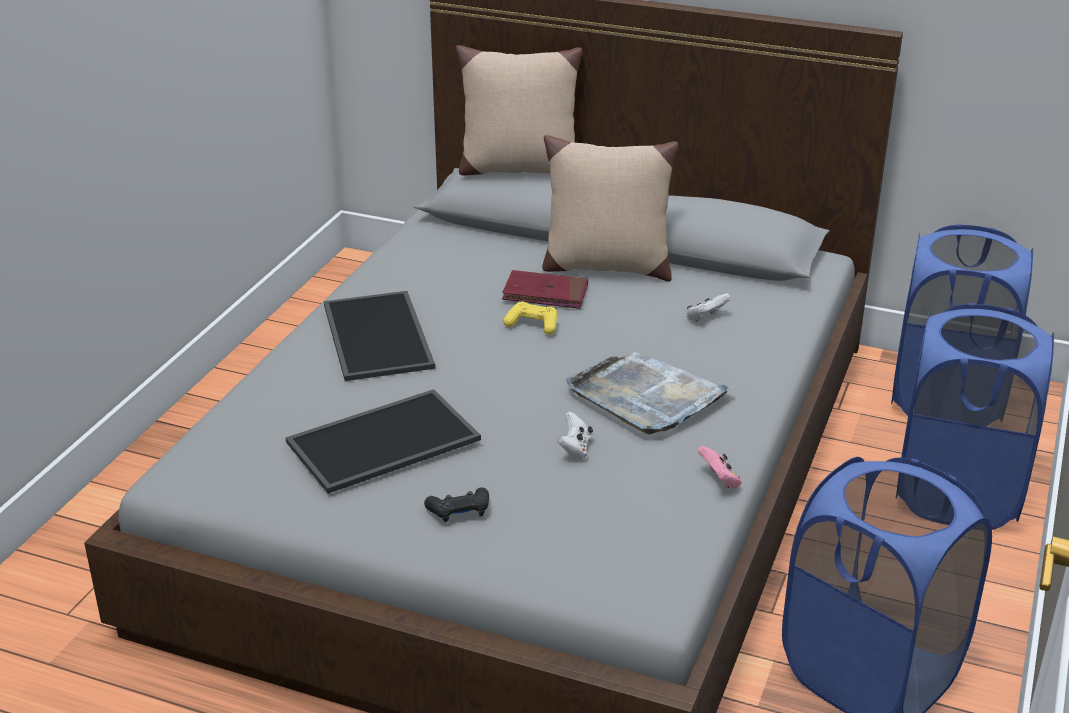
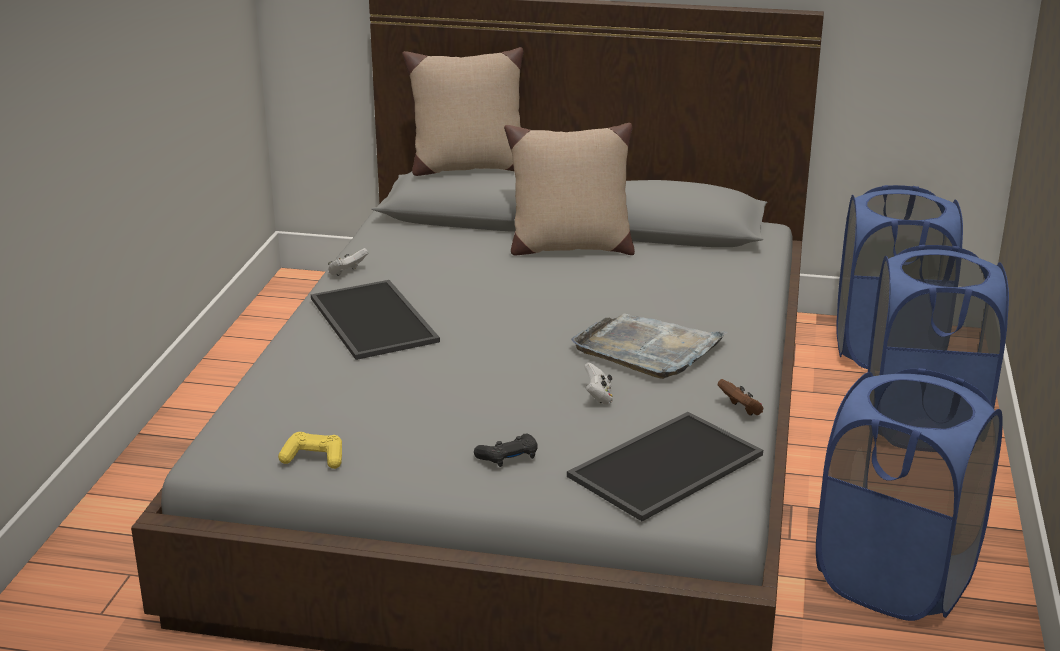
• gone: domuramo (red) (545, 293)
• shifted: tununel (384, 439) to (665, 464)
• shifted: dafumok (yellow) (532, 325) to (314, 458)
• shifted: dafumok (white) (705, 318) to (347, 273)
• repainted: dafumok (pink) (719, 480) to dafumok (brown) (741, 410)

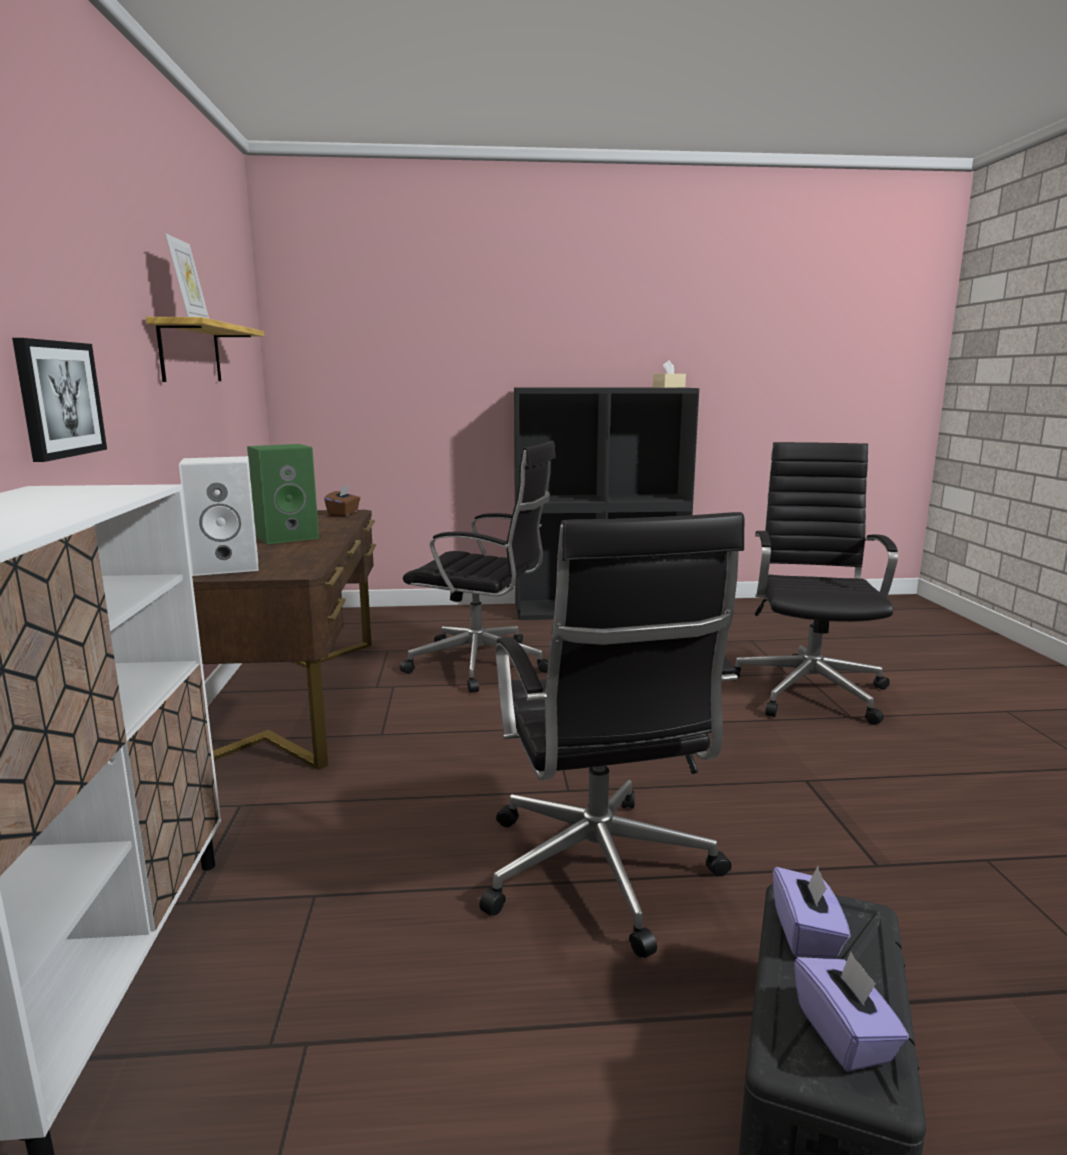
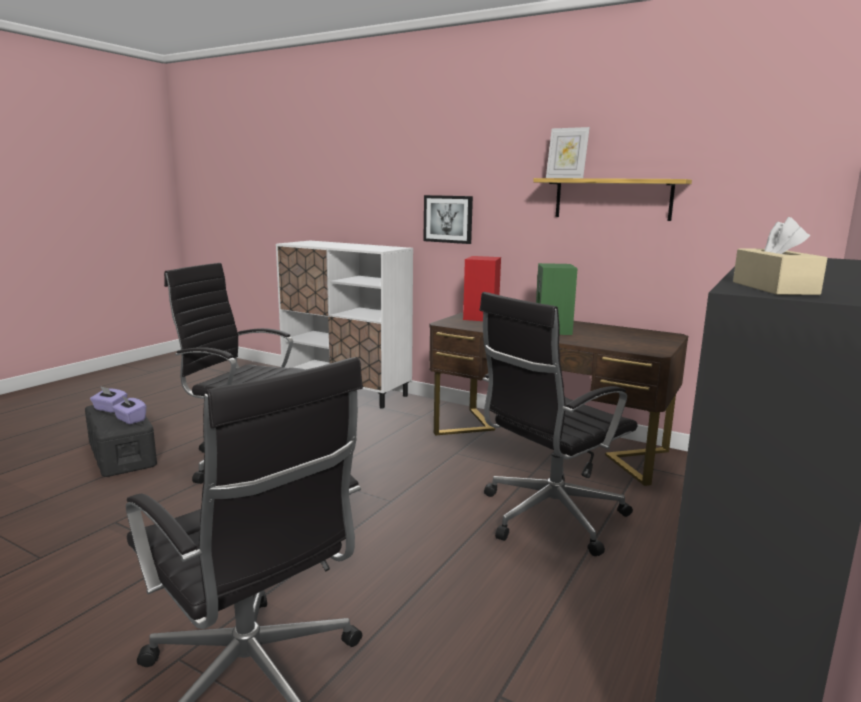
• gone: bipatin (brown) (343, 514)
• repainted: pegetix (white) (228, 566) to pegetix (red) (481, 317)

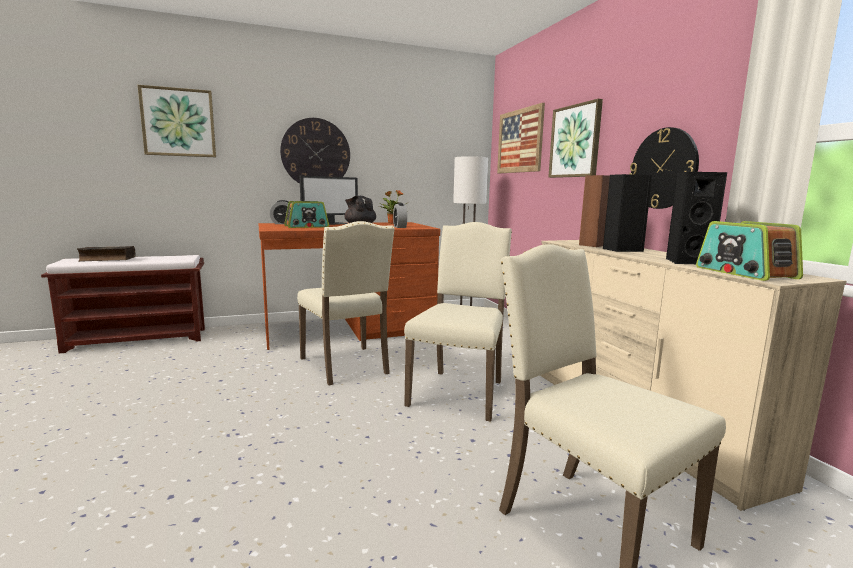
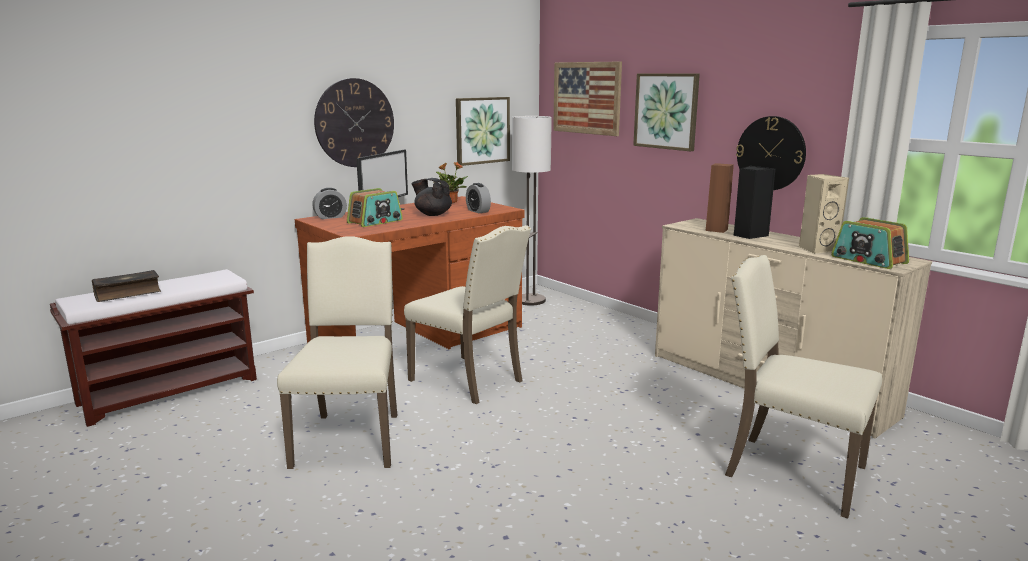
• shifted: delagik (178, 122) to (482, 130)
• shifted: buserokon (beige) (459, 392) to (350, 438)
• repainted: pegetix (black) (686, 262) to pegetix (beige) (817, 249)

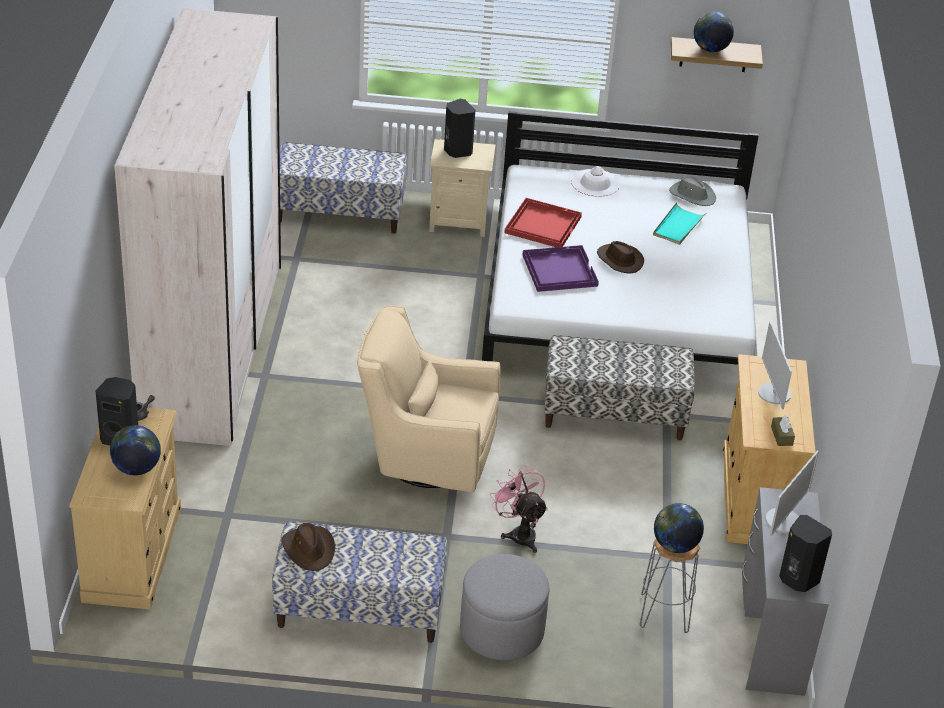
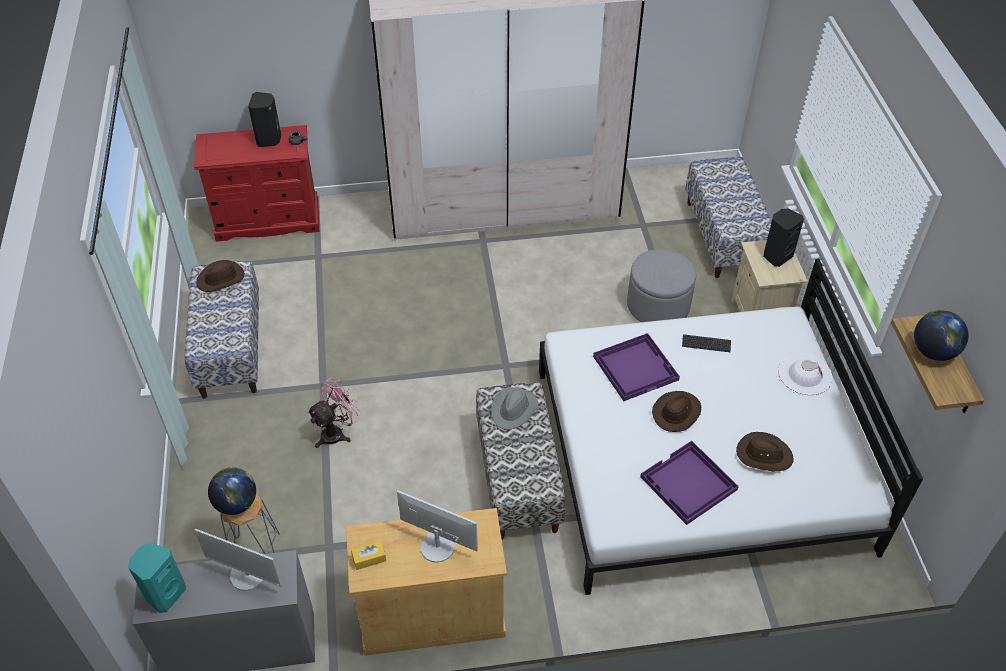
• gone: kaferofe (136, 469)
• gone: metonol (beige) (425, 456)
• new: tununel (purple) (688, 484)
• shifted: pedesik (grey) (501, 630) to (658, 306)
• shifted: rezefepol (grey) (692, 195) to (514, 409)
• swapped: tununel (red) (542, 224) to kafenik (706, 344)
• swapped: tununel (turquoise) (678, 226) to rezefepol (brown) (763, 455)
• repainted: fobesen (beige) (133, 554) to fobesen (red) (268, 220)
• repainted: bipatin (brown) (781, 436) to bipatin (yellow) (369, 558)
• repainted: pegetix (black) (797, 579) to pegetix (turquoise) (165, 593)
• rotated: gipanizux (773, 394) = (437, 546) 45 degrees clockwise

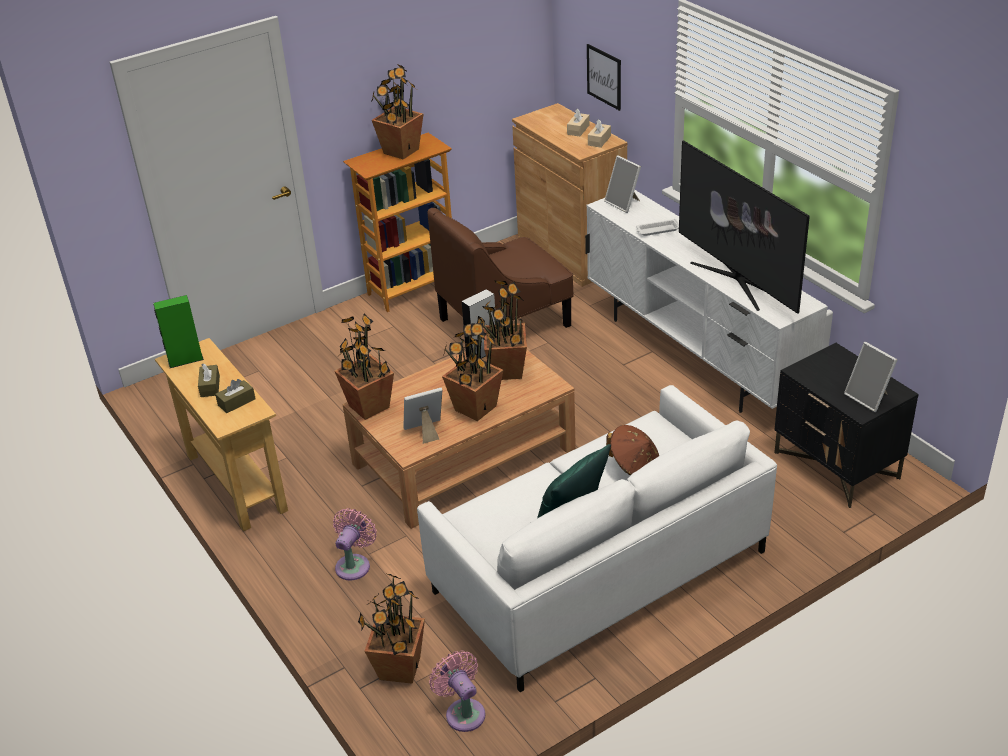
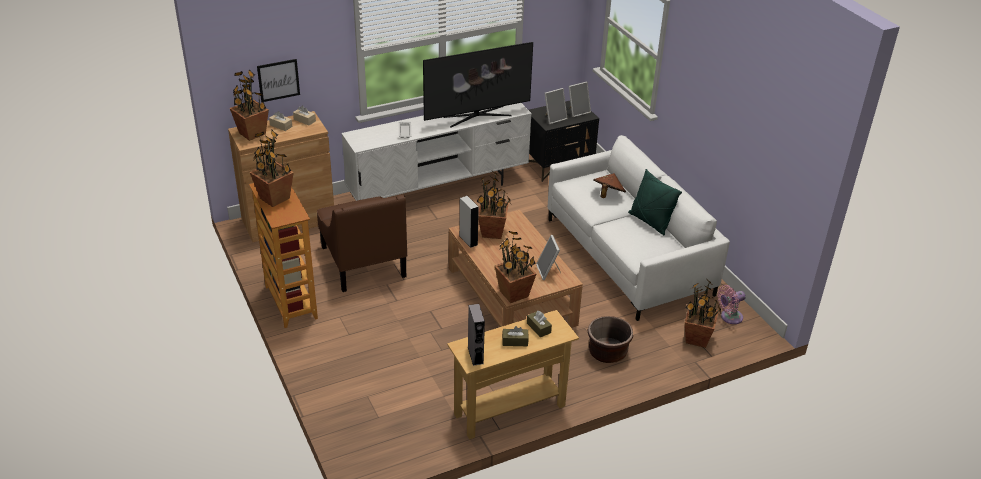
• shifted: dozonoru (474, 408) to (252, 134)
• shifted: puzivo (624, 203) to (554, 118)
• swapped: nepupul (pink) (354, 564) to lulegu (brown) (607, 352)
• repainted: pegetix (green) (185, 360) to pegetix (grey) (475, 355)

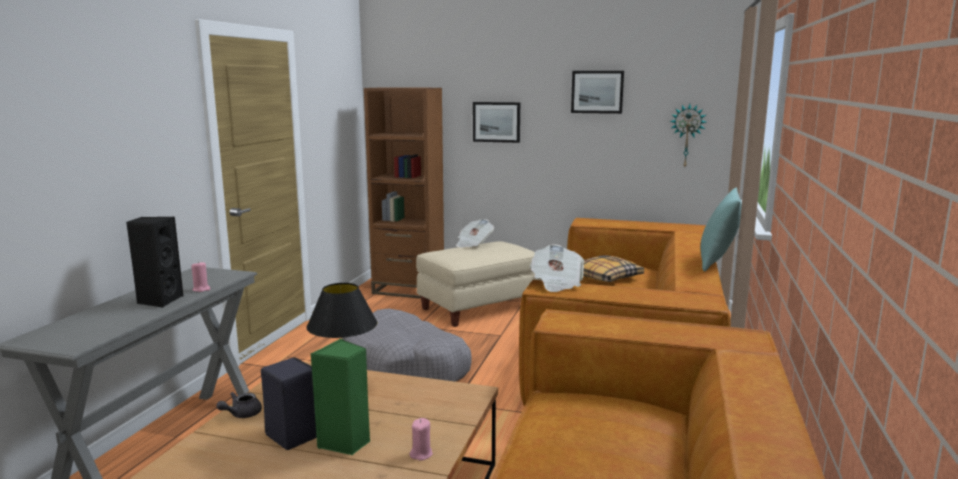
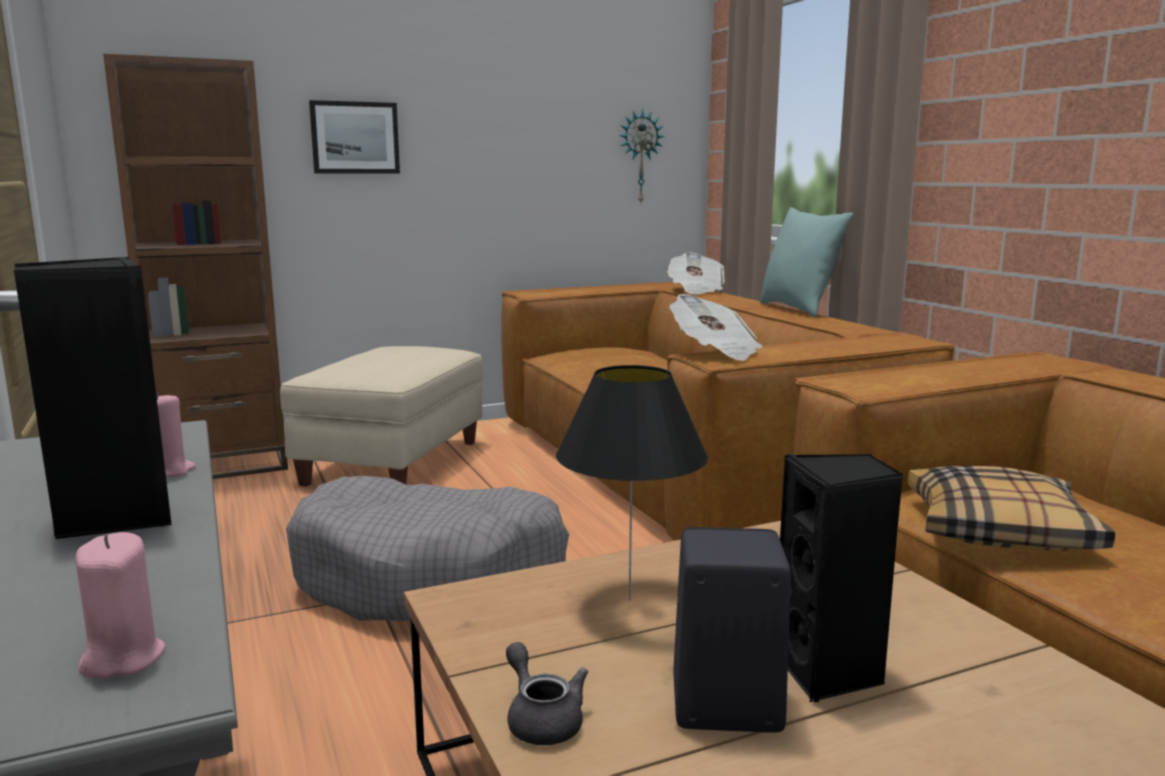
• gone: delagik (597, 92)
• shifted: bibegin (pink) (421, 454) to (122, 659)
• shifted: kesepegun (473, 244) to (695, 290)
• shifted: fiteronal (605, 277) to (998, 531)
• repainted: pegetix (green) (345, 443) to pegetix (black) (829, 673)
• rotated: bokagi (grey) (241, 414) = (541, 719) 150 degrees clockwise

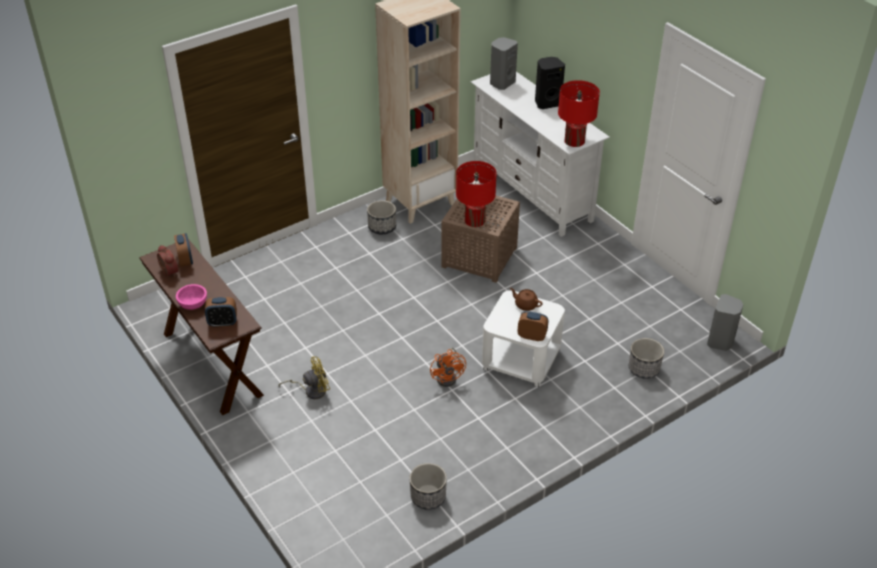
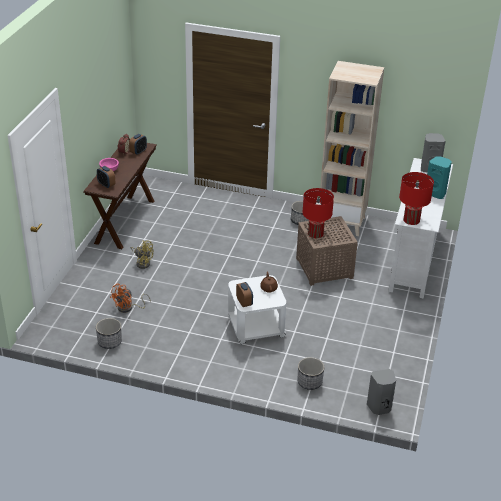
• shifted: nepupul (orange) (449, 377) to (128, 308)
• repainted: pegetix (black) (547, 103) to pegetix (turquoise) (435, 193)

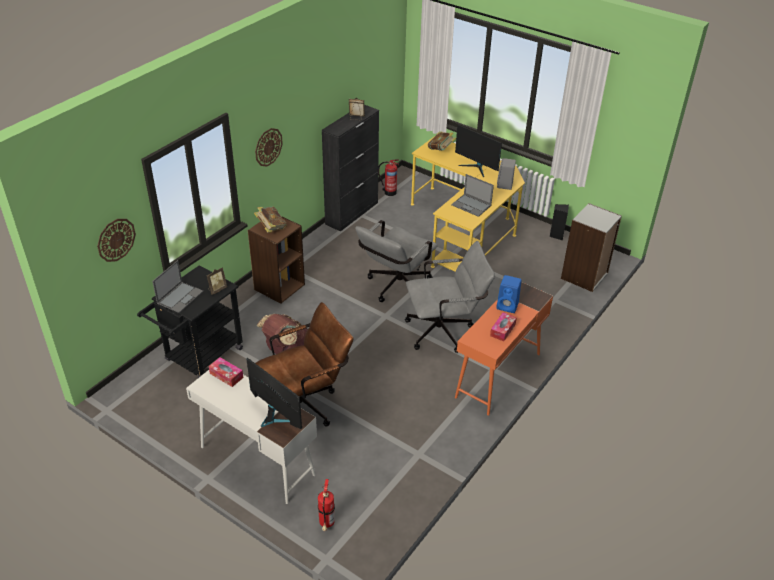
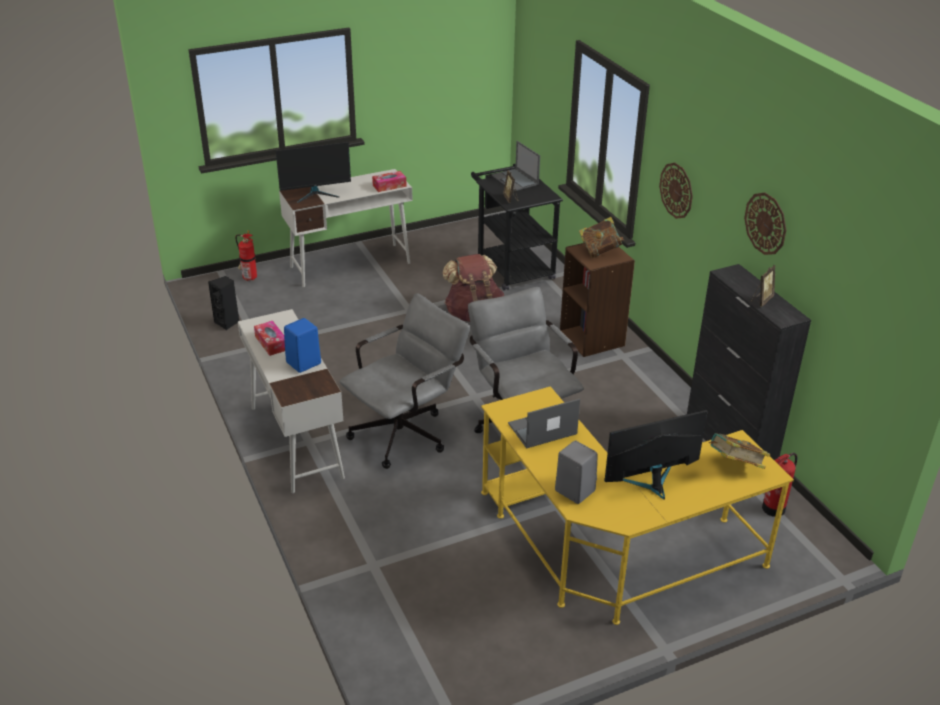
• gone: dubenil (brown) (306, 404)
• gone: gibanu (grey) (584, 276)
• shifted: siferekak (116, 239) to (766, 223)
• shifted: pegetix (black) (556, 235) to (227, 323)
• repainted: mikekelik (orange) (498, 375) to mikekelik (white) (296, 441)
• rotated: dubenil (grey) (445, 331) = (406, 432) 150 degrees counterclockwise

